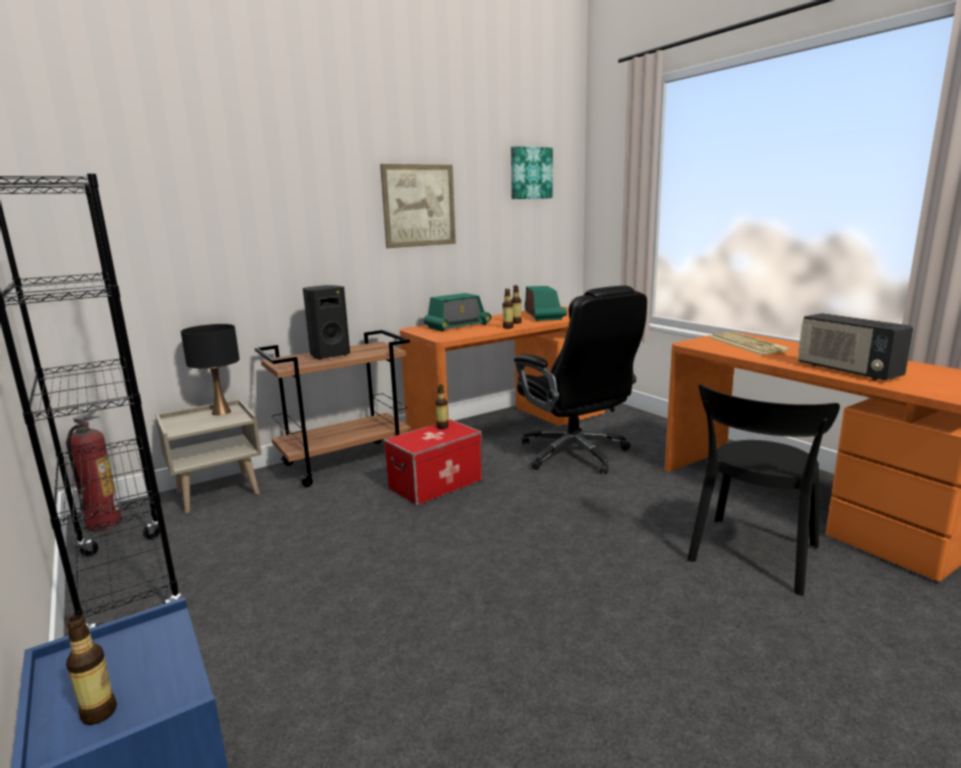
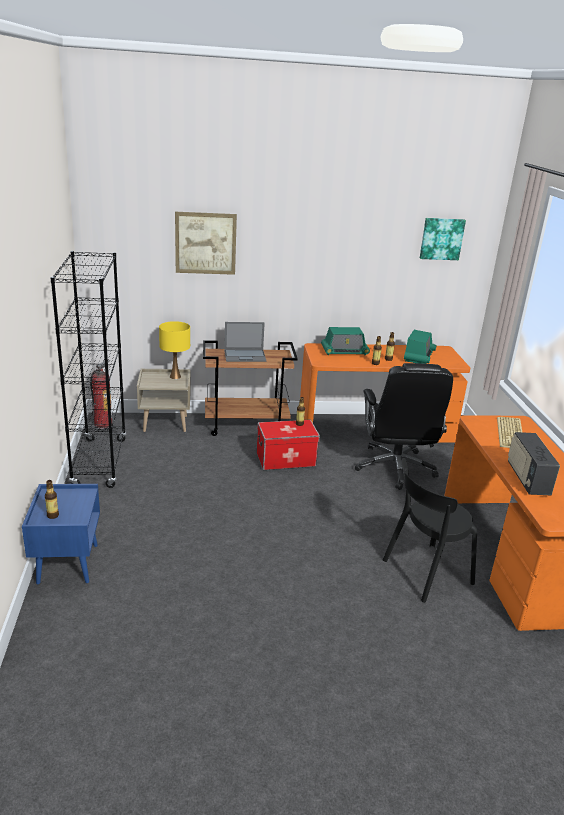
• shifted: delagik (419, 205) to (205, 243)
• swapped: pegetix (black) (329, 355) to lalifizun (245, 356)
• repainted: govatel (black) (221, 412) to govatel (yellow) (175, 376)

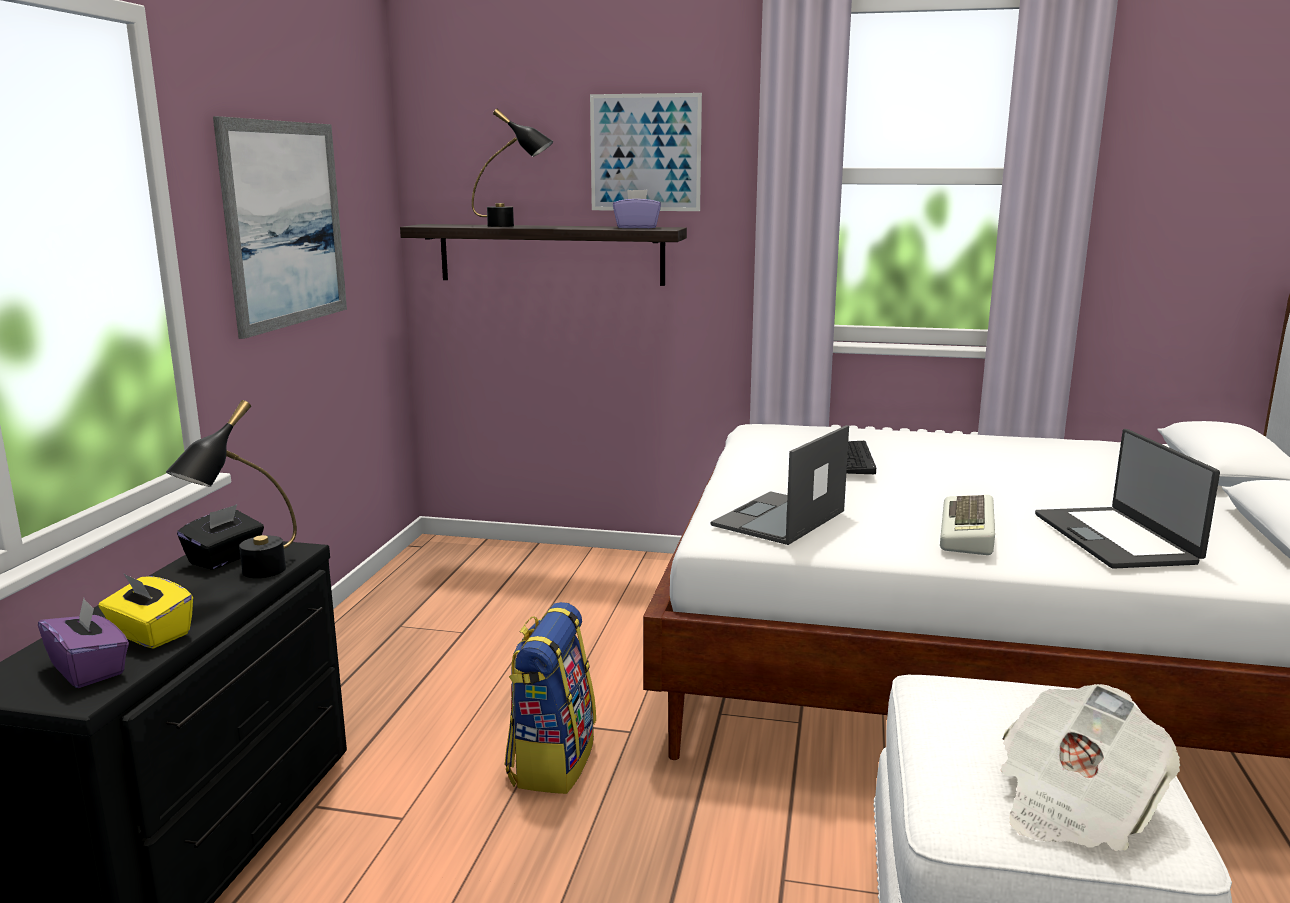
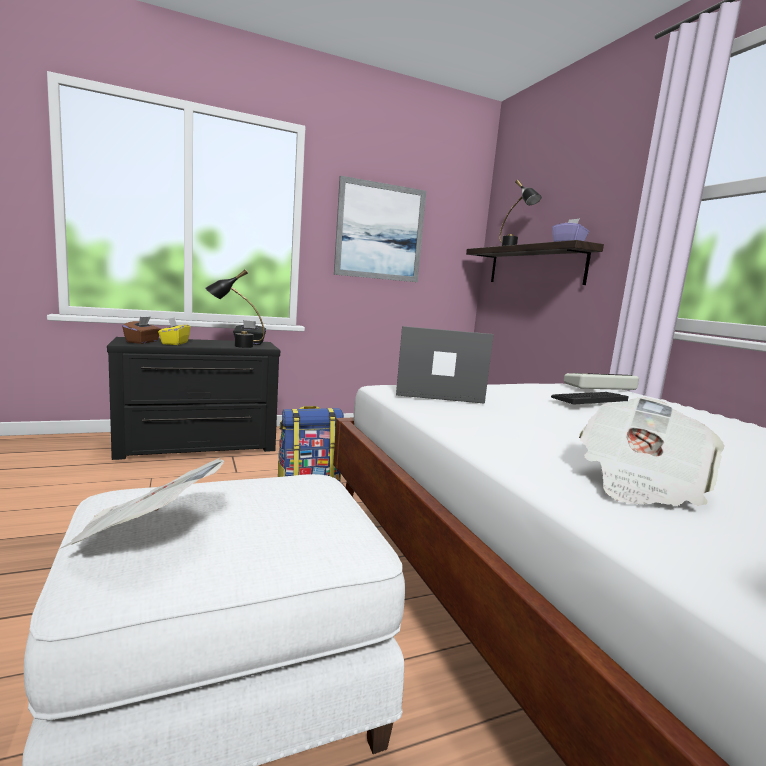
• gone: delagik (645, 153)
• shifted: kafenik (969, 533) to (600, 387)
• swapped: lalifizun (1116, 538) to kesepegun (639, 483)
• repainted: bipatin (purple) (89, 669) to bipatin (brown) (142, 342)

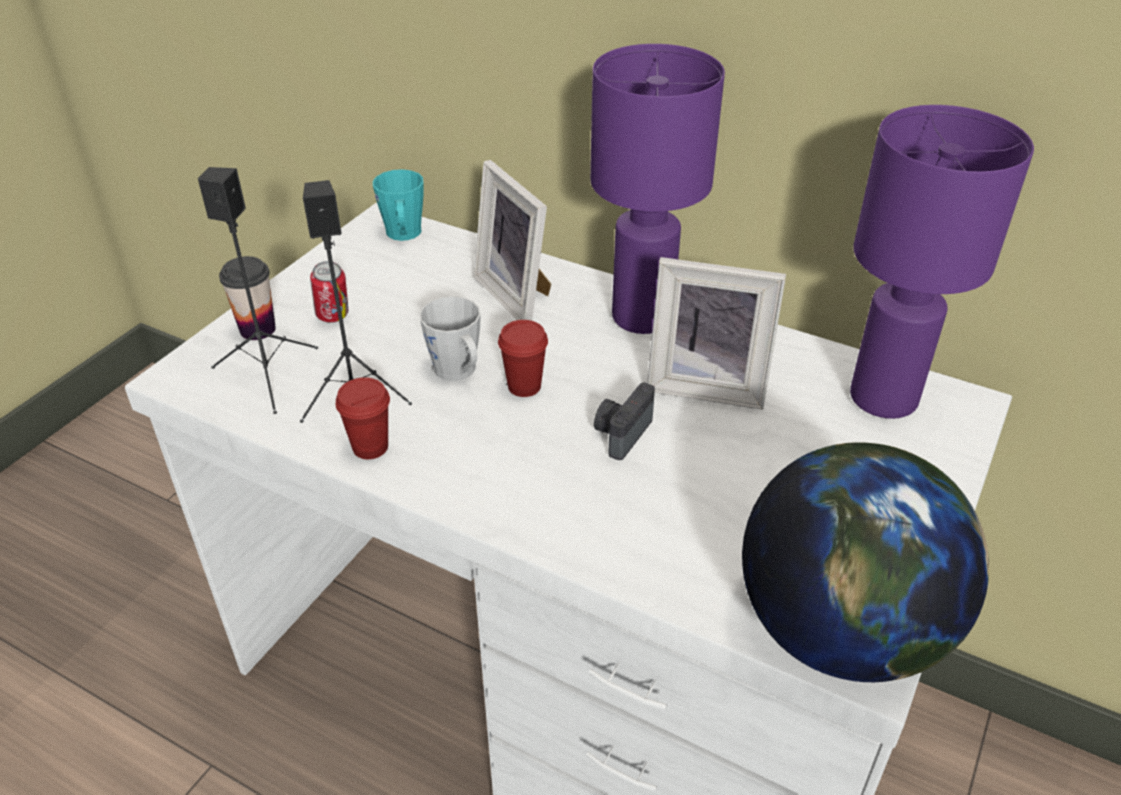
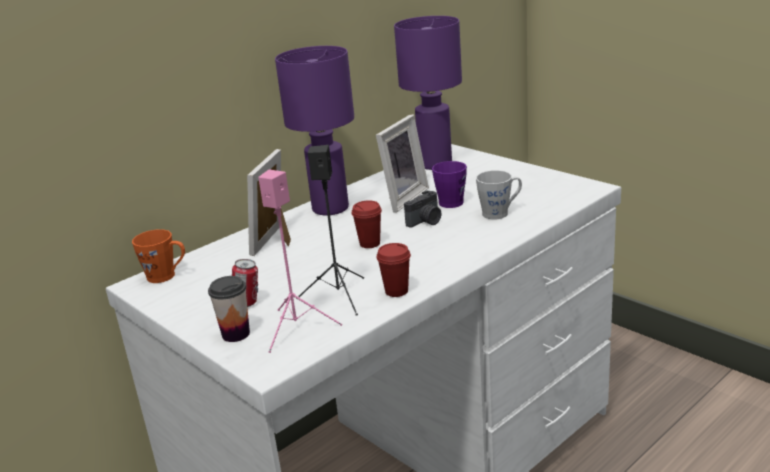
• gone: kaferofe (841, 630)
• new: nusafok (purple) (452, 200)
• shifted: nusafok (grey) (458, 372) to (500, 213)
• repainted: pegetix (black) (269, 374) to pegetix (pink) (295, 328)
• repainted: nusafok (turquoise) (404, 235) to nusafok (orange) (166, 276)
• rotated: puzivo (518, 295) = (278, 240) 120 degrees clockwise
• rotated: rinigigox (621, 433) = (426, 221) 90 degrees counterclockwise

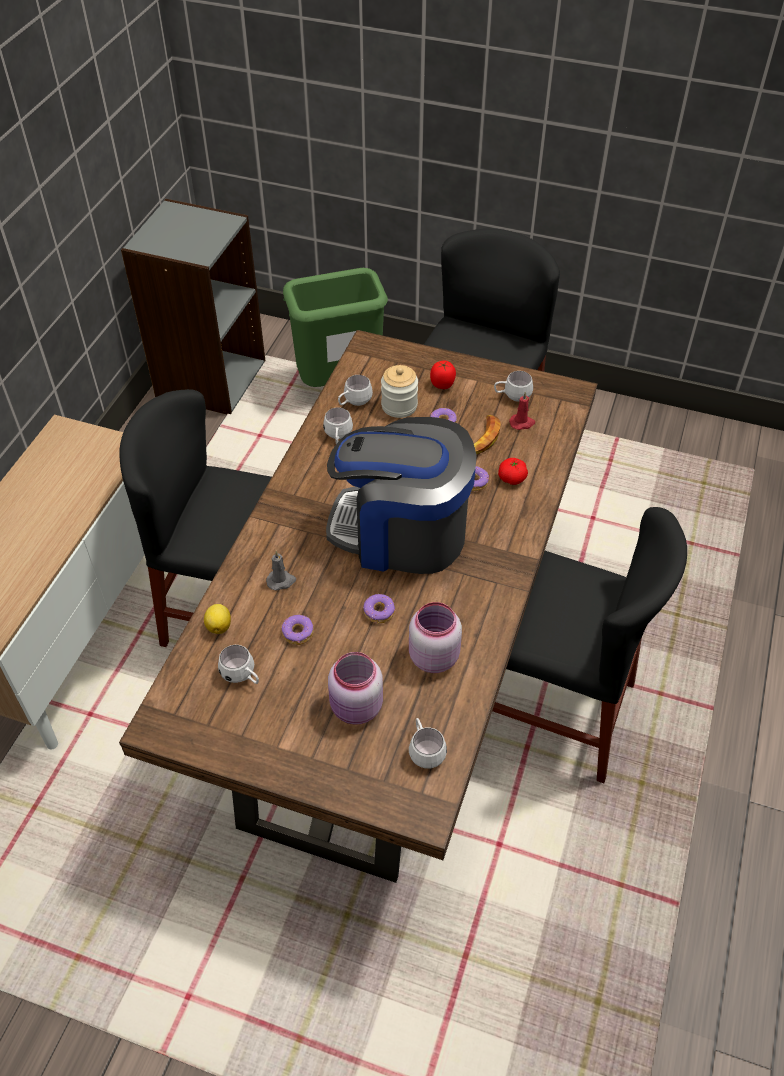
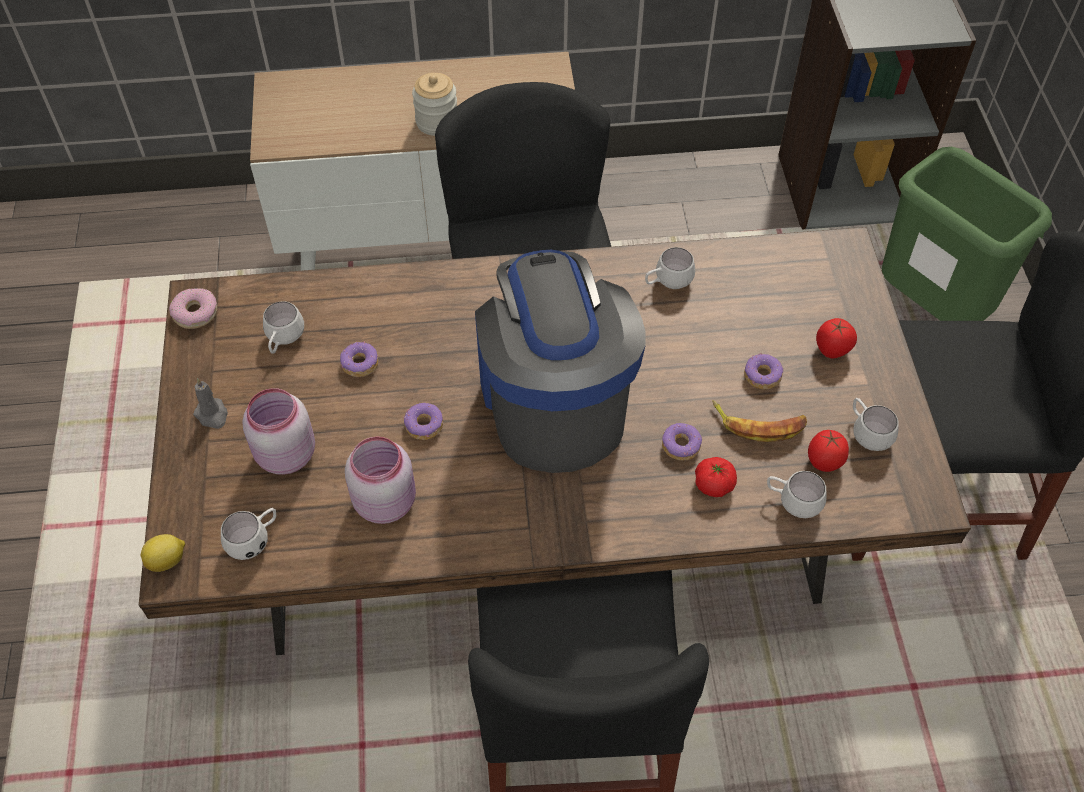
• new: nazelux (195, 313)
• shifted: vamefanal (219, 626) to (168, 560)
• shifted: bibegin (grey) (281, 581) to (212, 415)
• shifted: nusafok (white) (354, 402) to (792, 502)
• shifted: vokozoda (399, 406) to (437, 122)
• swapped: bibegin (red) (522, 423) to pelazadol (823, 462)

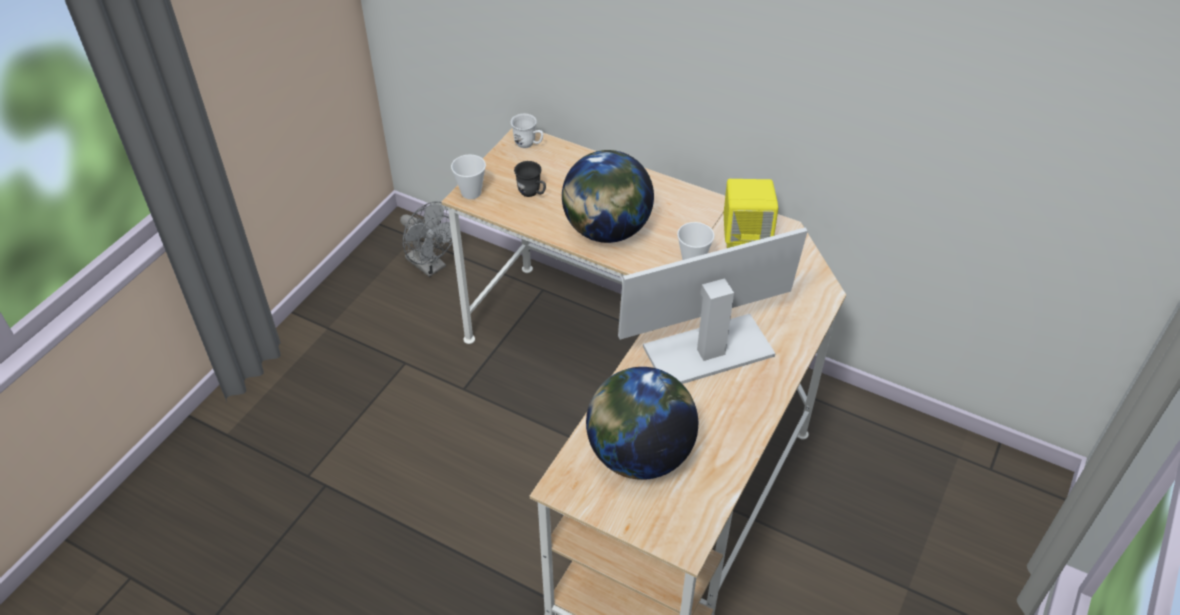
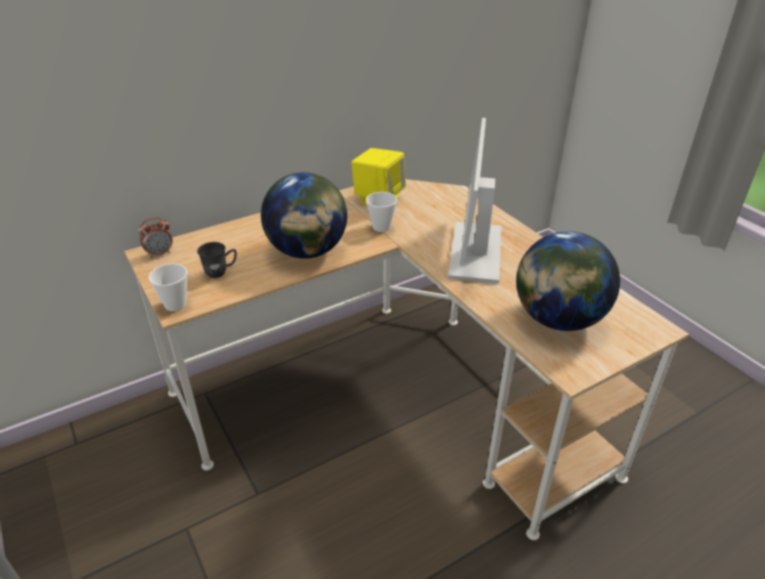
• gone: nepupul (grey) (430, 266)
• swapped: nusafok (white) (528, 144) to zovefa (160, 253)

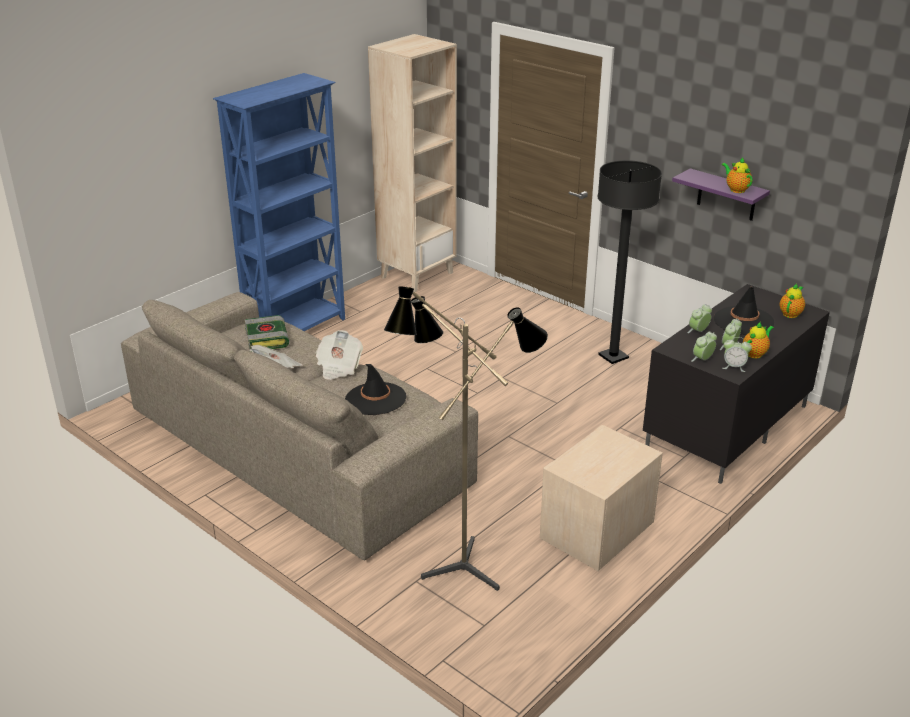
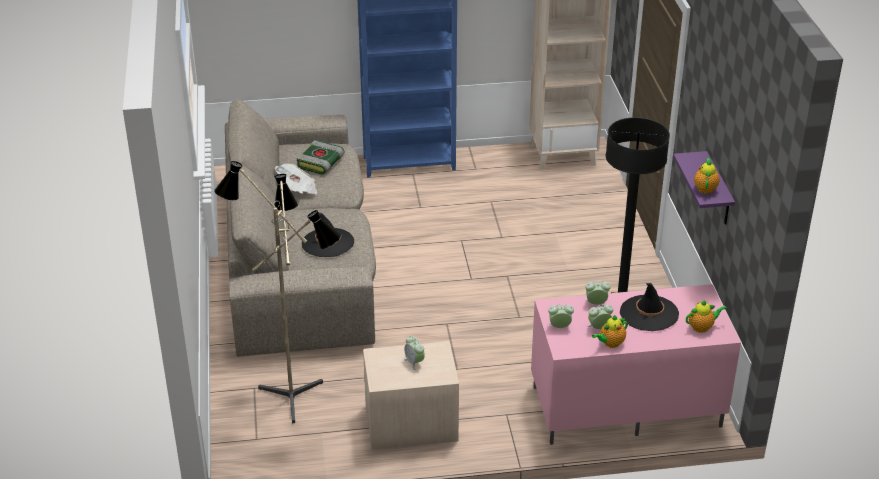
• gone: kesepegun (338, 367)
• shifted: zovefa (734, 367) to (414, 362)
• repainted: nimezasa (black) (728, 428) to nimezasa (pink) (625, 407)
• rotated: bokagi (755, 353) = (610, 343) 150 degrees clockwise

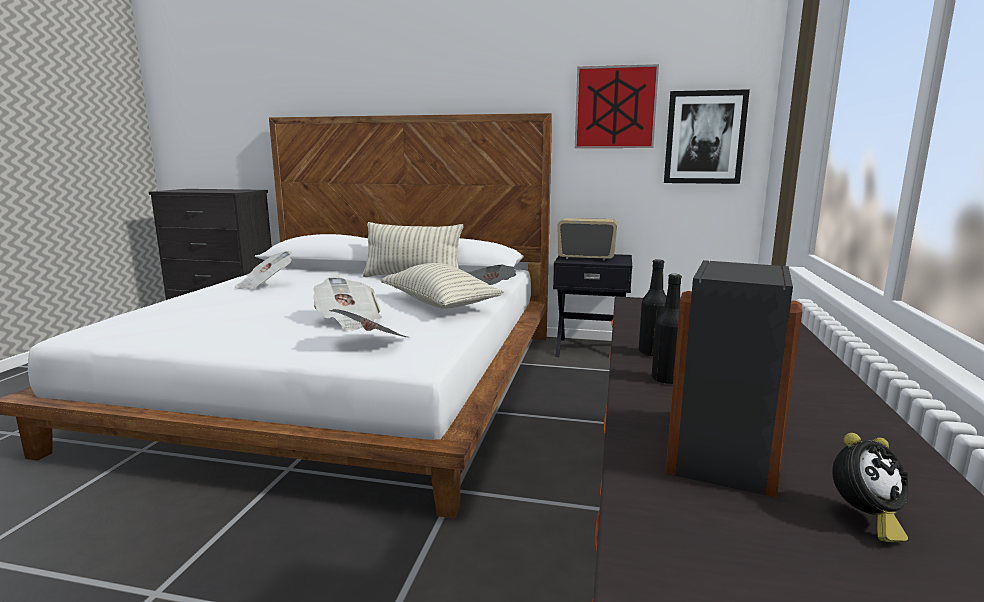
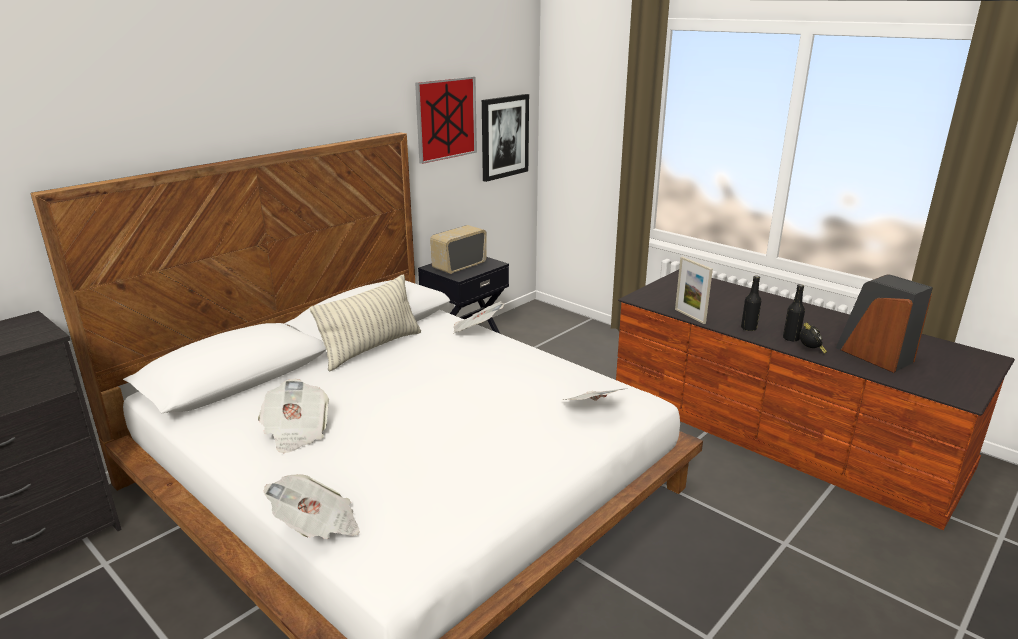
• gone: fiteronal (439, 304)
• new: puzivo (690, 316)
• shifted: kesepegun (348, 321) to (317, 526)
• shifted: zovefa (864, 520) to (810, 351)

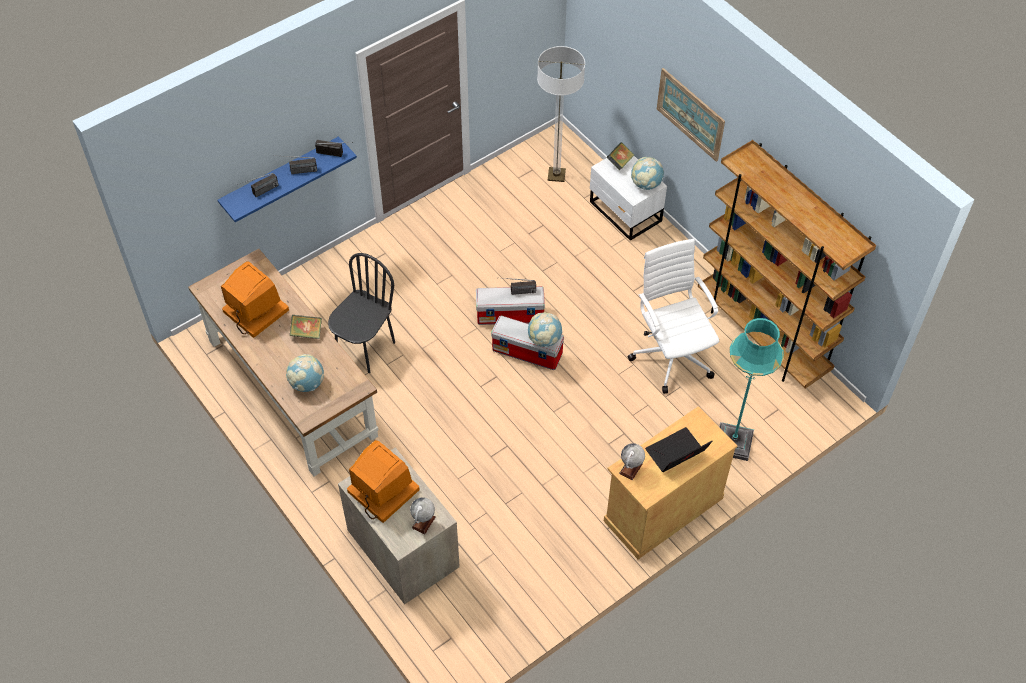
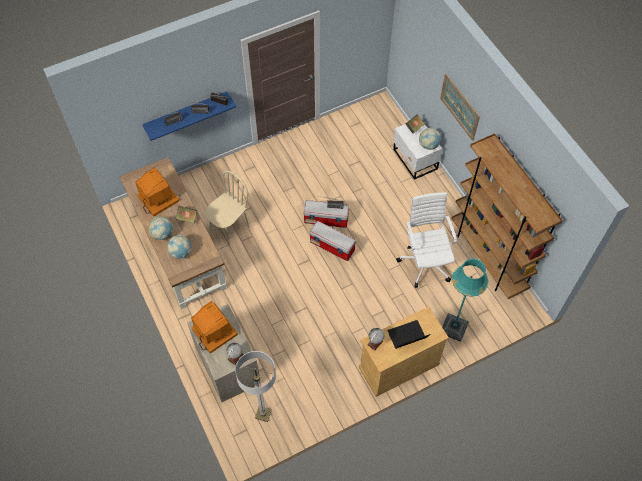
• shifted: kaferofe (544, 339) to (162, 234)
• shifted: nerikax (556, 175) to (263, 414)
• repainted: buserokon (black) (365, 349) to buserokon (beige) (229, 228)

